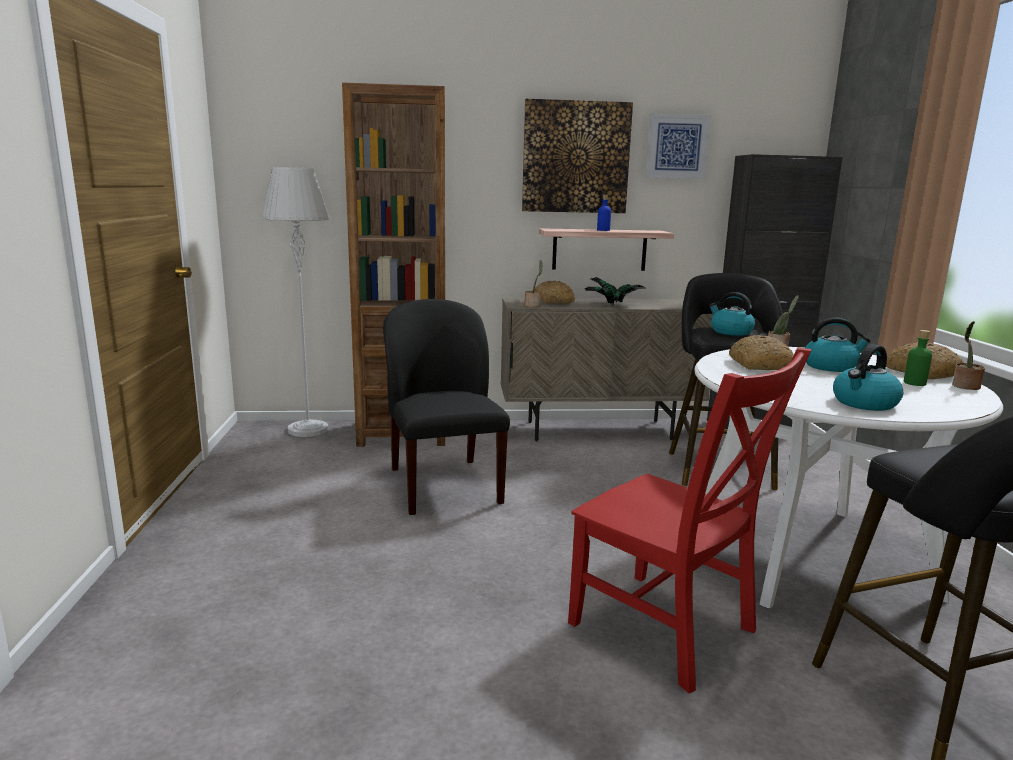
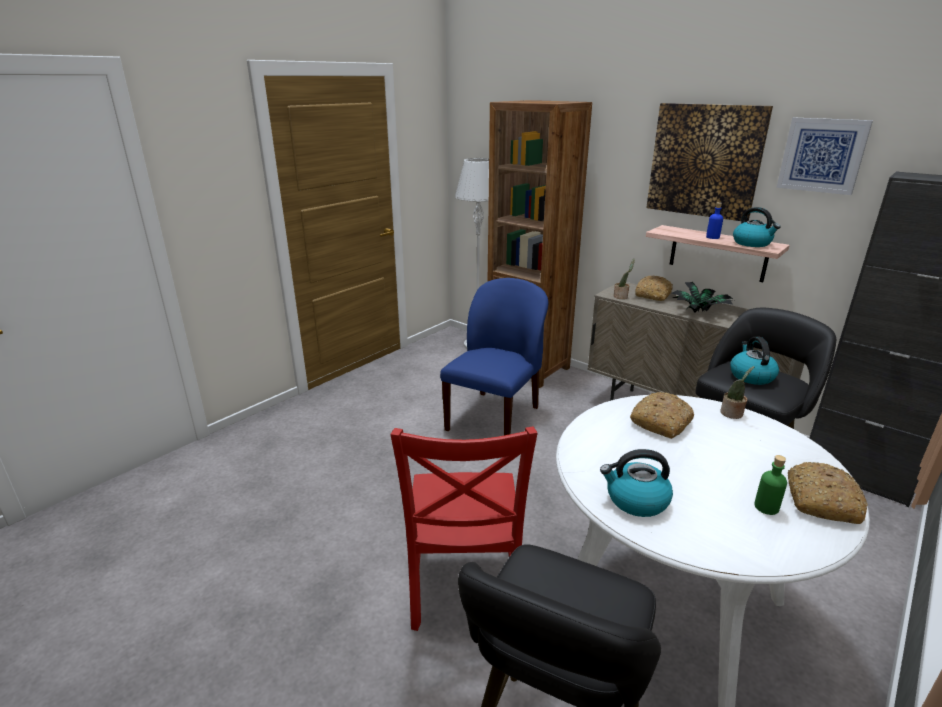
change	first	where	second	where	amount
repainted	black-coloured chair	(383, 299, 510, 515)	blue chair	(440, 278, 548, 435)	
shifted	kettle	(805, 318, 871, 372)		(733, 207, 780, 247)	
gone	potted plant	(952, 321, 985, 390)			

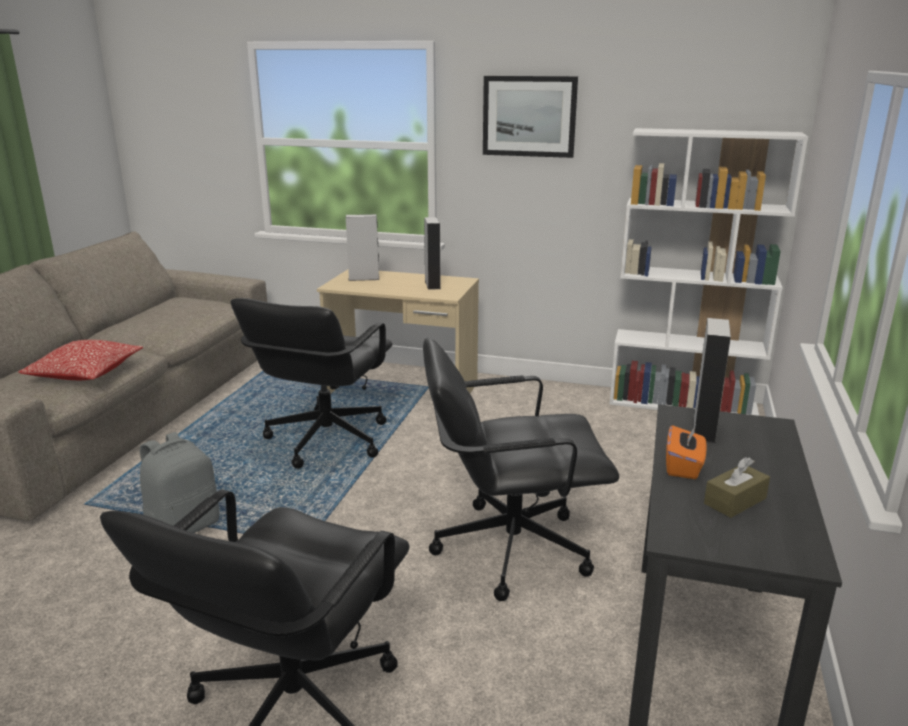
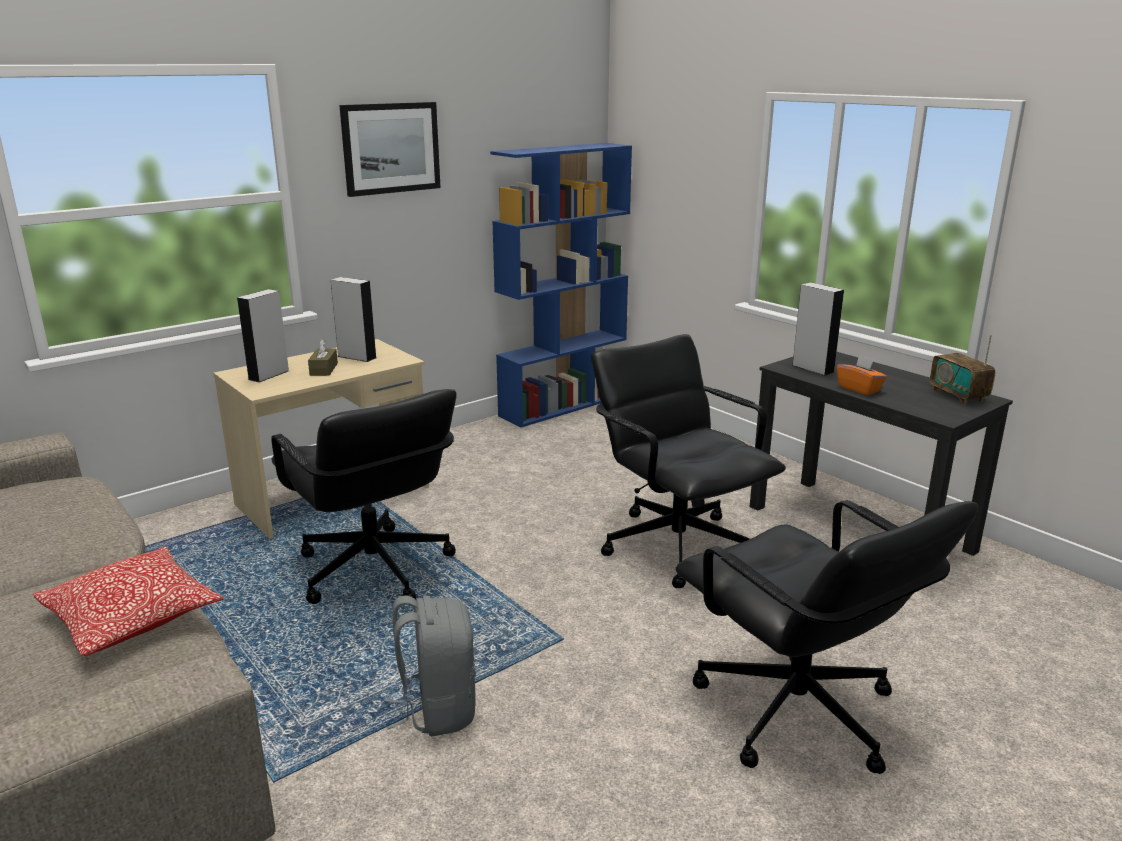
change	first	where	second	where	amount
rotated	black-coloured office chair	(423, 338, 619, 601)		(591, 334, 786, 588)	120 degrees clockwise
repainted	white-coloured shelving unit	(610, 128, 808, 416)	blue shelving unit	(490, 143, 632, 427)	
shifted	brownish box of tissues	(704, 457, 770, 518)		(308, 339, 338, 376)	
new			radio receiver	(930, 335, 995, 405)	

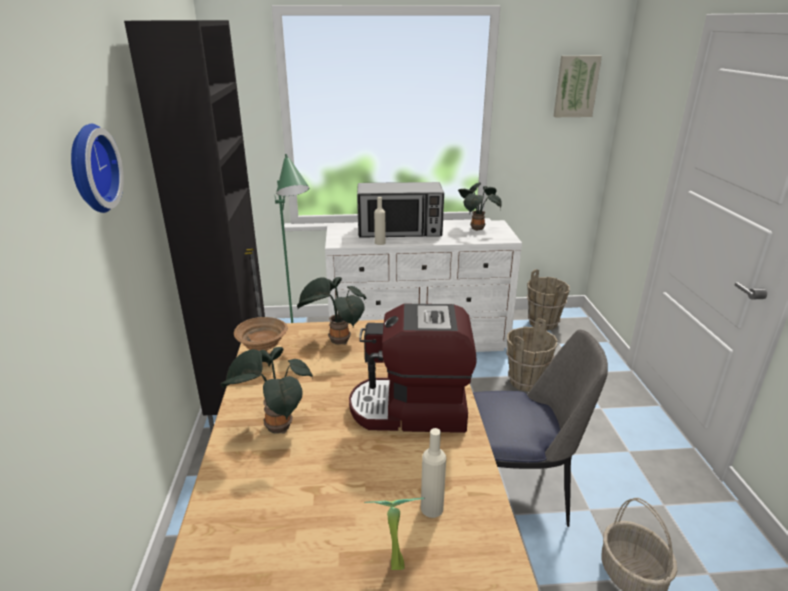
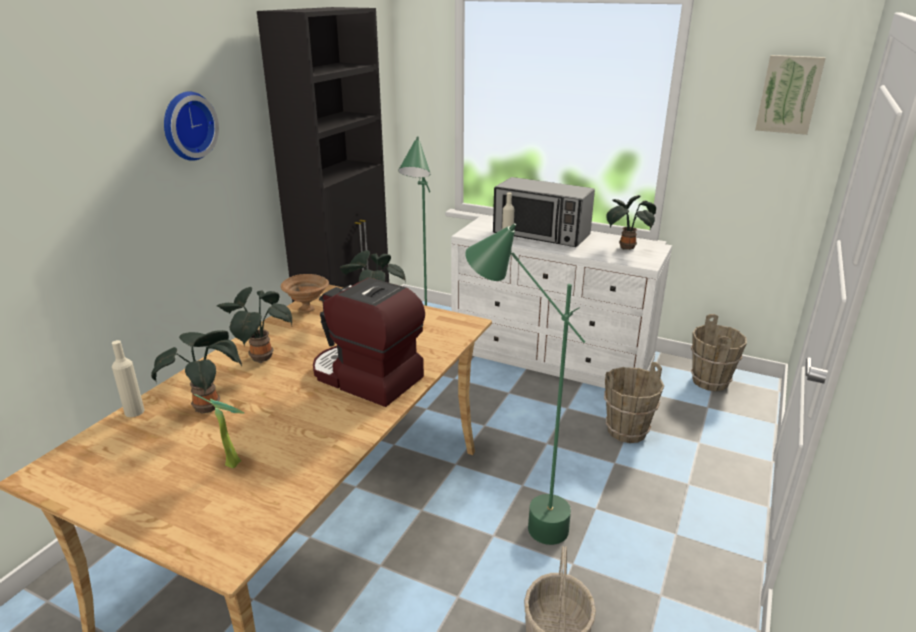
change	first	where	second	where	amount
shifted	beige bottle	(421, 428, 446, 518)		(112, 340, 145, 417)	
swapped	chair	(473, 330, 608, 527)	green standard lamp	(465, 223, 585, 545)	
new			potted plant	(151, 330, 242, 414)	

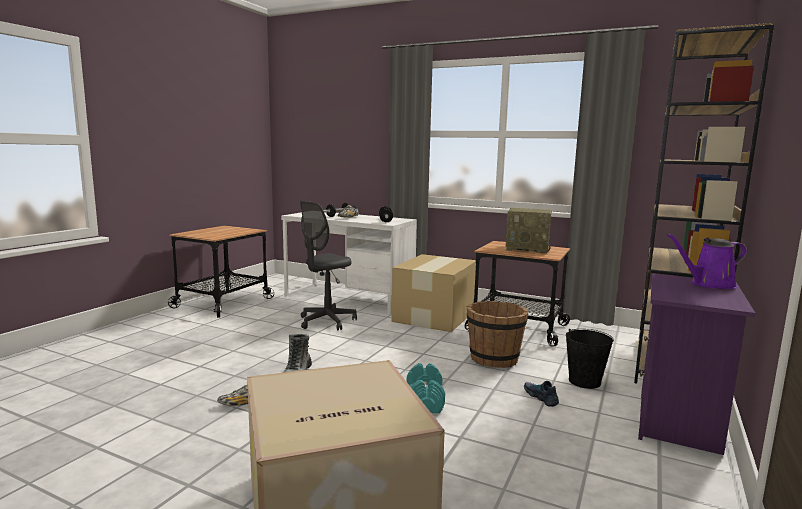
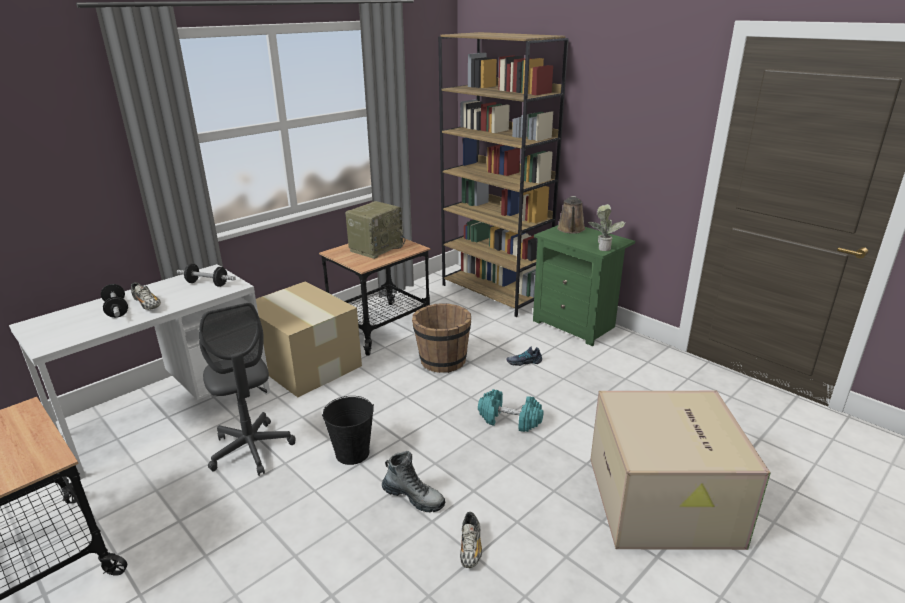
change	first	where	second	where	amount
shifted	black-coloured water bucket	(566, 329, 614, 389)		(322, 396, 374, 465)	
repainted	purple-coloured night table	(638, 273, 756, 455)	green night table	(533, 225, 635, 346)	
repainted	purple-coloured sprinkling can	(667, 234, 747, 289)	brownish sprinkling can	(557, 196, 585, 234)	
new			potted plant	(588, 204, 625, 251)	

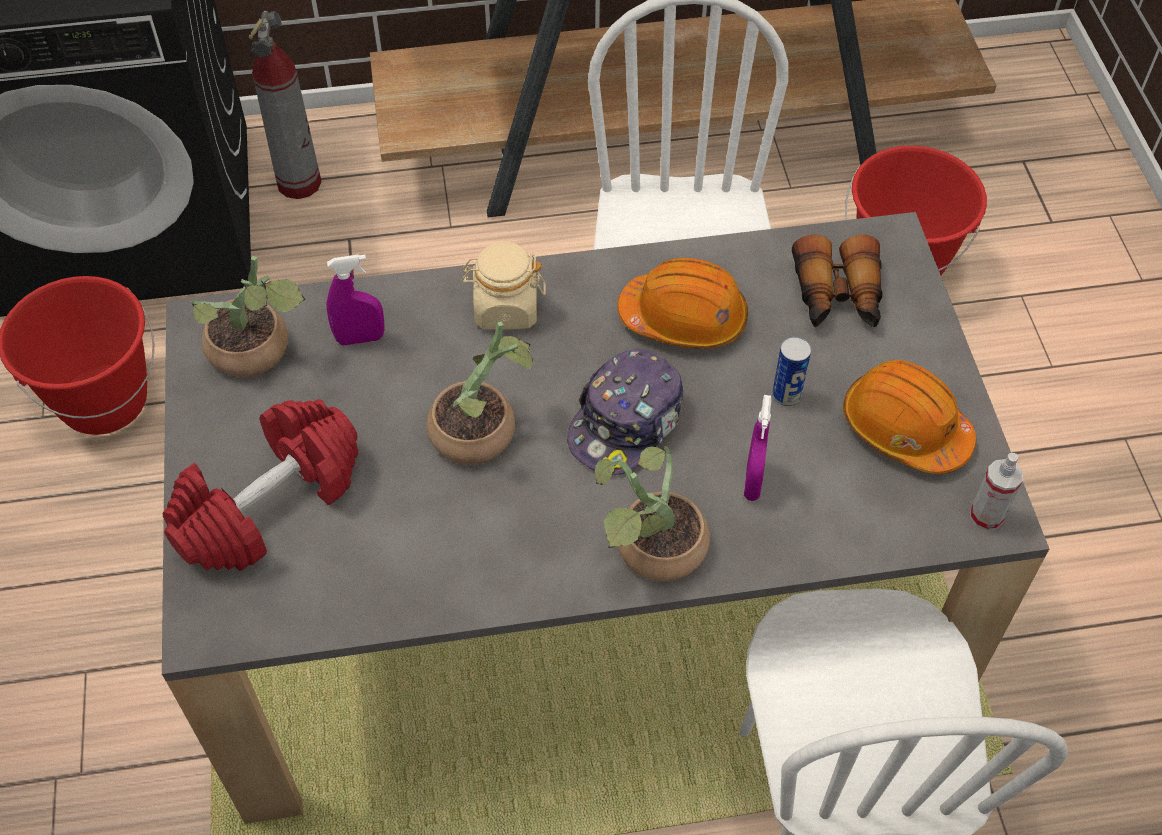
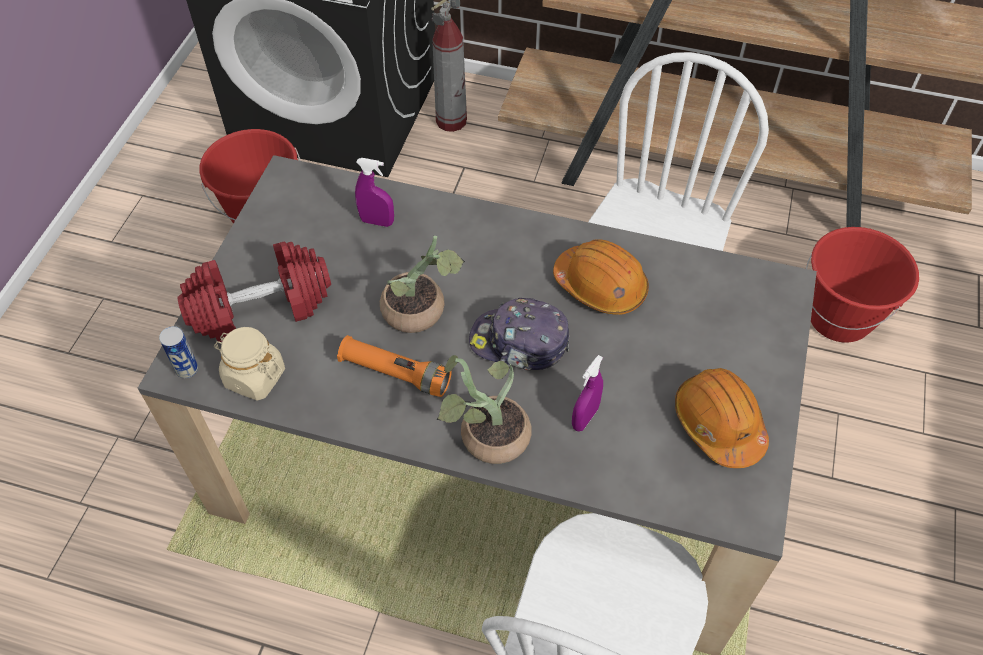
change	first	where	second	where	amount
gone	potted plant	(191, 256, 306, 377)			
shifted	beige jar	(462, 242, 546, 330)		(214, 327, 285, 401)	
rotated	cap	(567, 349, 683, 475)		(469, 297, 570, 370)	45 degrees clockwise
shifted	metal can	(772, 337, 811, 406)		(159, 326, 198, 378)	
gone	pair of binoculars	(792, 235, 883, 327)			
gone	sprayer	(970, 453, 1023, 531)			
new			orangey hand torch	(337, 335, 452, 397)	

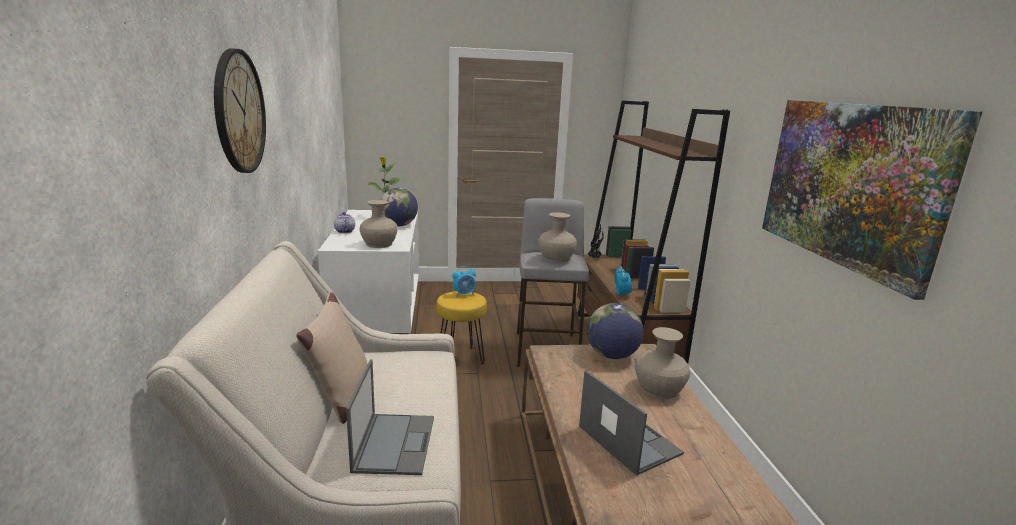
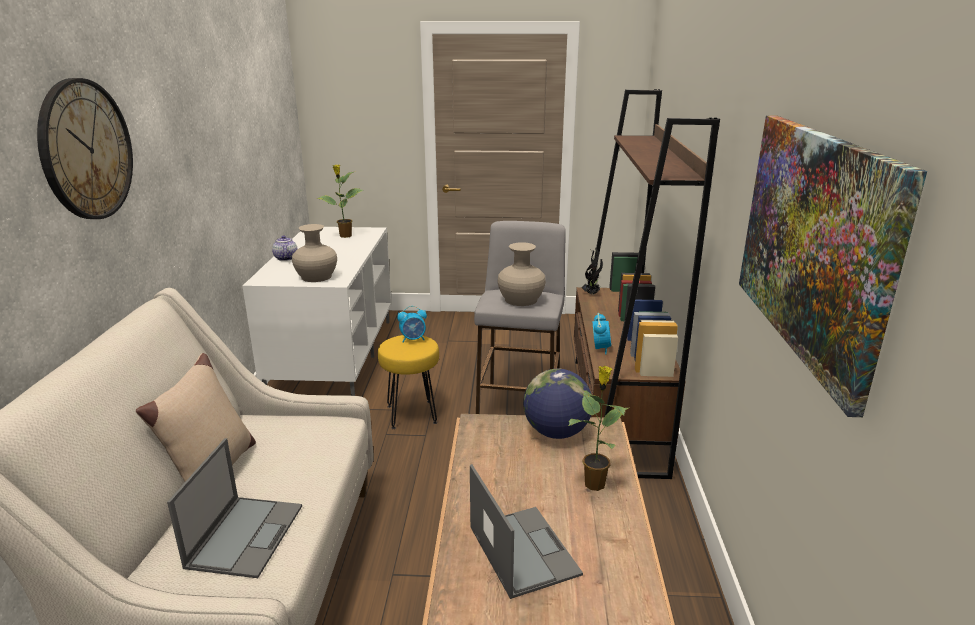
change	first	where	second	where	amount
gone	desk globe	(380, 188, 418, 226)			
swapped	beige flower vase	(635, 327, 690, 399)	potted plant	(568, 366, 630, 491)	

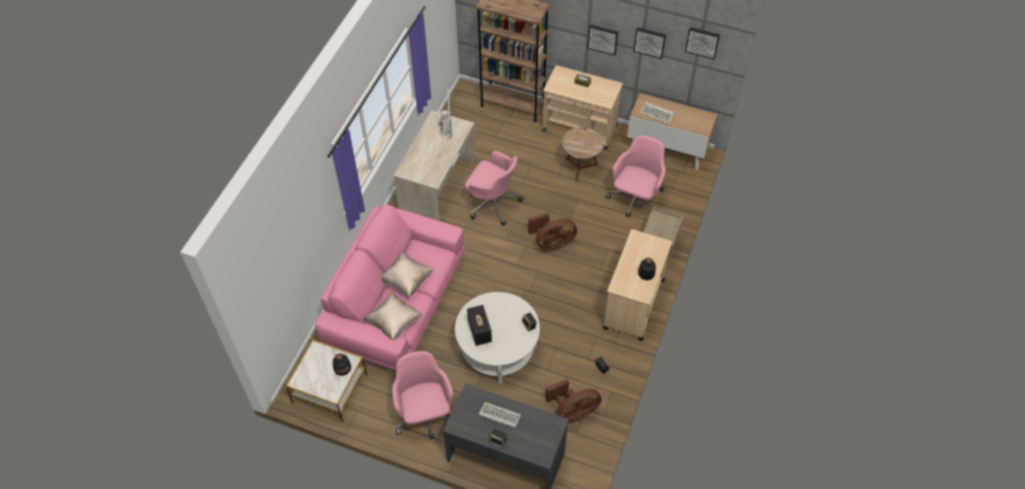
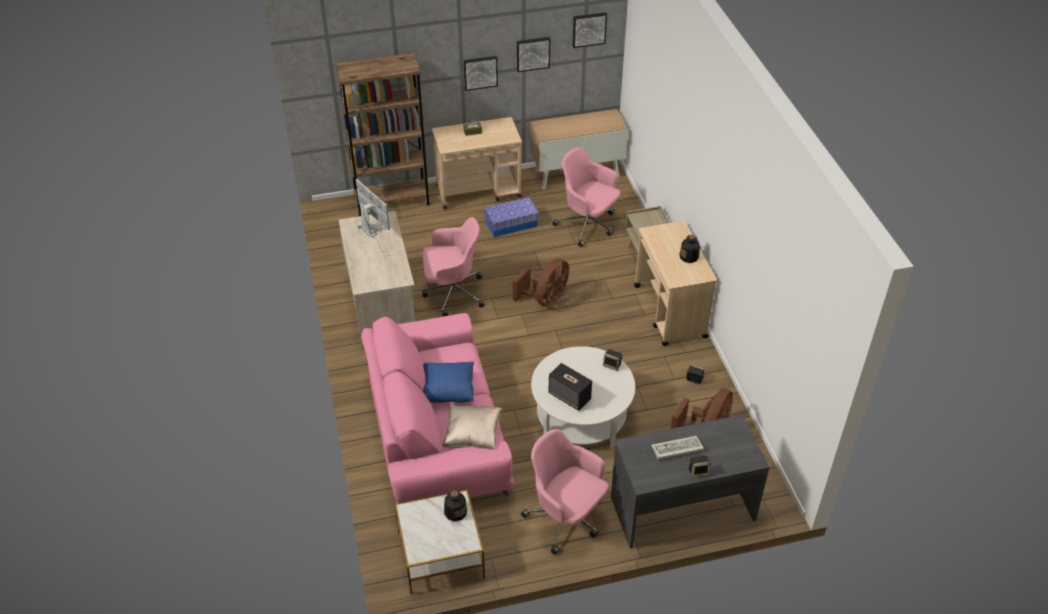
change	first	where	second	where	amount
repainted	beige cushion	(381, 252, 434, 298)	blue cushion	(423, 362, 474, 403)	
swapped	brownish end table	(562, 127, 603, 182)	storage container	(484, 197, 539, 237)	
rotated	pink office chair	(606, 136, 666, 217)		(552, 147, 621, 247)	45 degrees counterclockwise
gone	PC keyboard	(640, 102, 674, 124)			

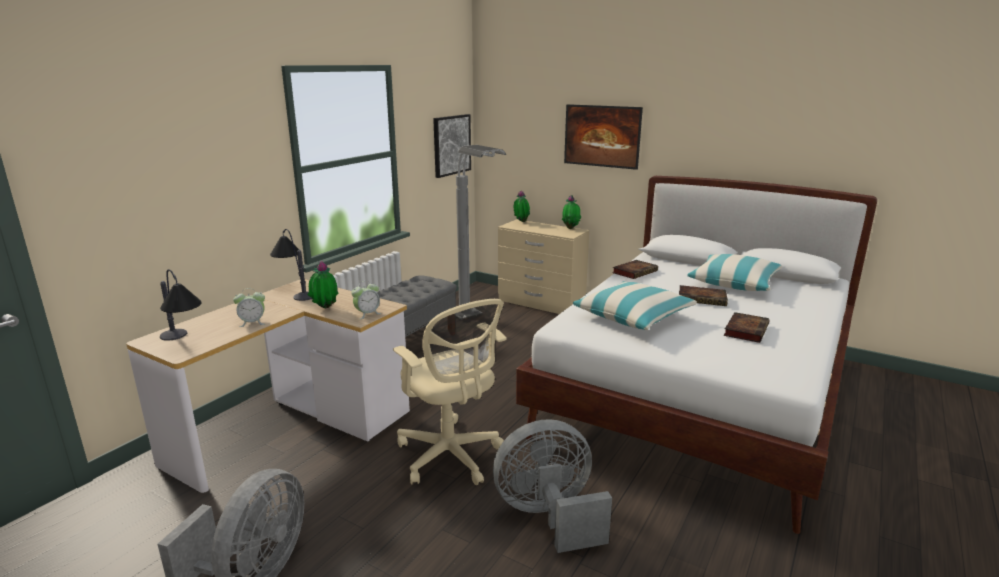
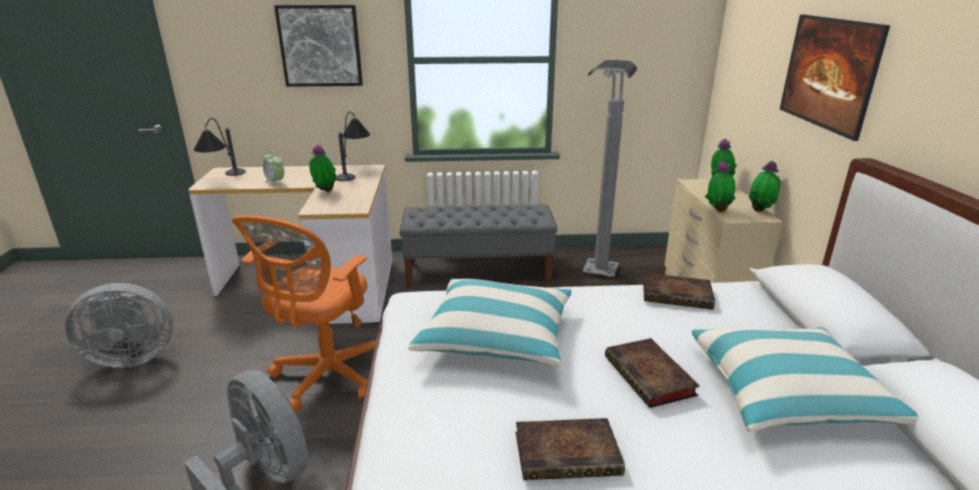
change	first	where	second	where	amount
gone	bedside clock	(351, 281, 381, 319)			
repainted	beige office chair	(393, 299, 507, 485)	orangey office chair	(232, 215, 376, 413)	
shifted	wall art	(433, 114, 471, 178)		(274, 5, 363, 87)	
new			potted plant	(705, 161, 735, 212)	

